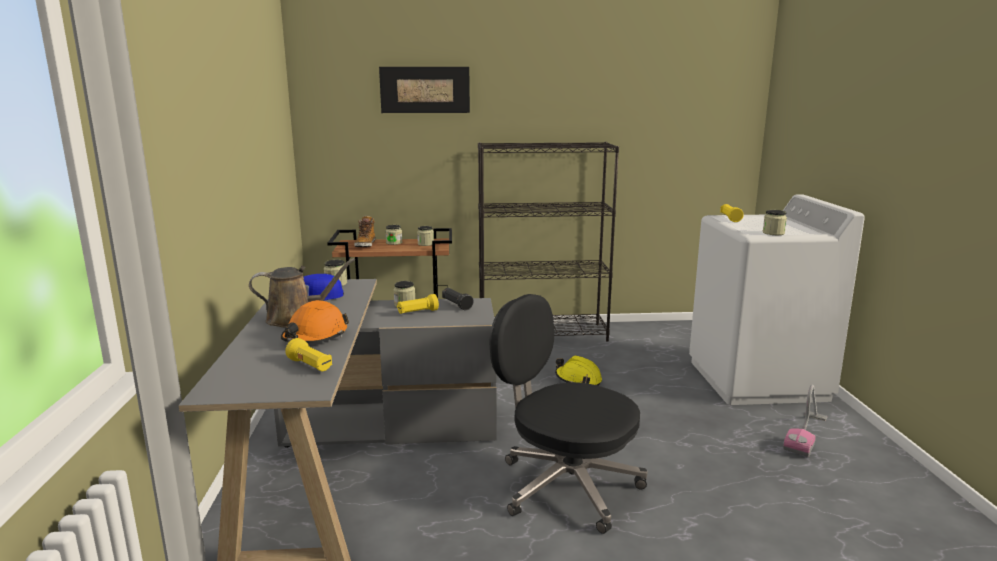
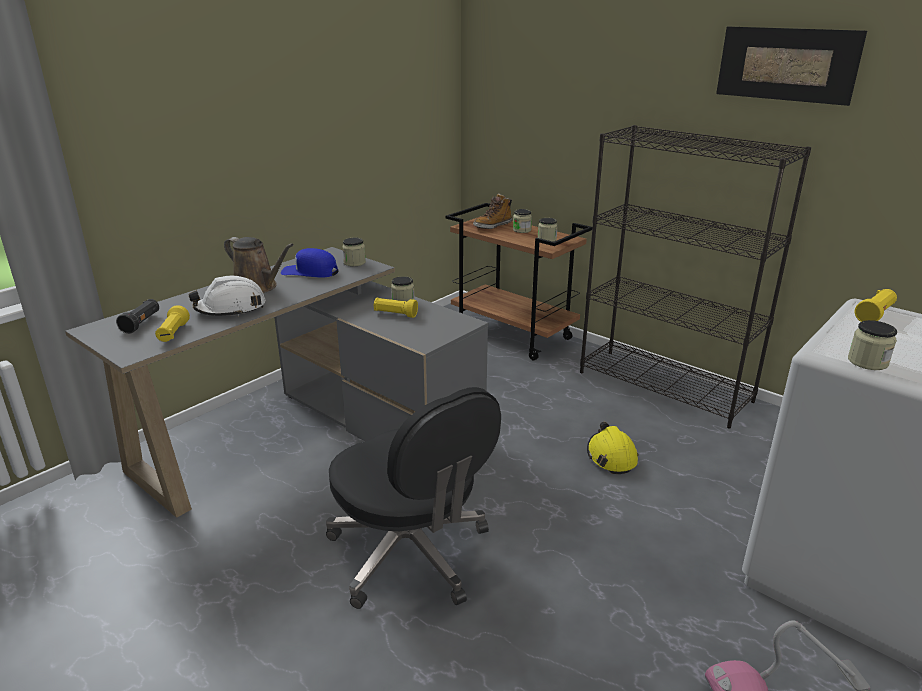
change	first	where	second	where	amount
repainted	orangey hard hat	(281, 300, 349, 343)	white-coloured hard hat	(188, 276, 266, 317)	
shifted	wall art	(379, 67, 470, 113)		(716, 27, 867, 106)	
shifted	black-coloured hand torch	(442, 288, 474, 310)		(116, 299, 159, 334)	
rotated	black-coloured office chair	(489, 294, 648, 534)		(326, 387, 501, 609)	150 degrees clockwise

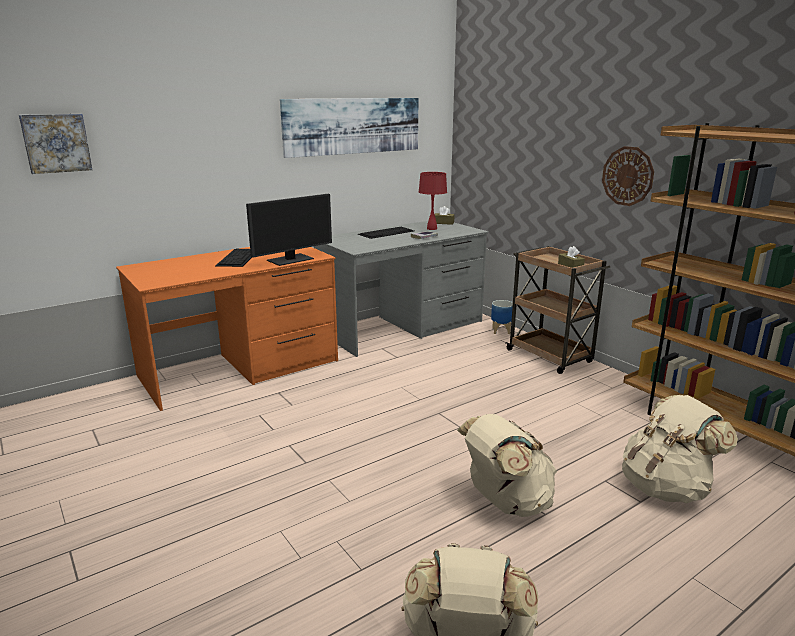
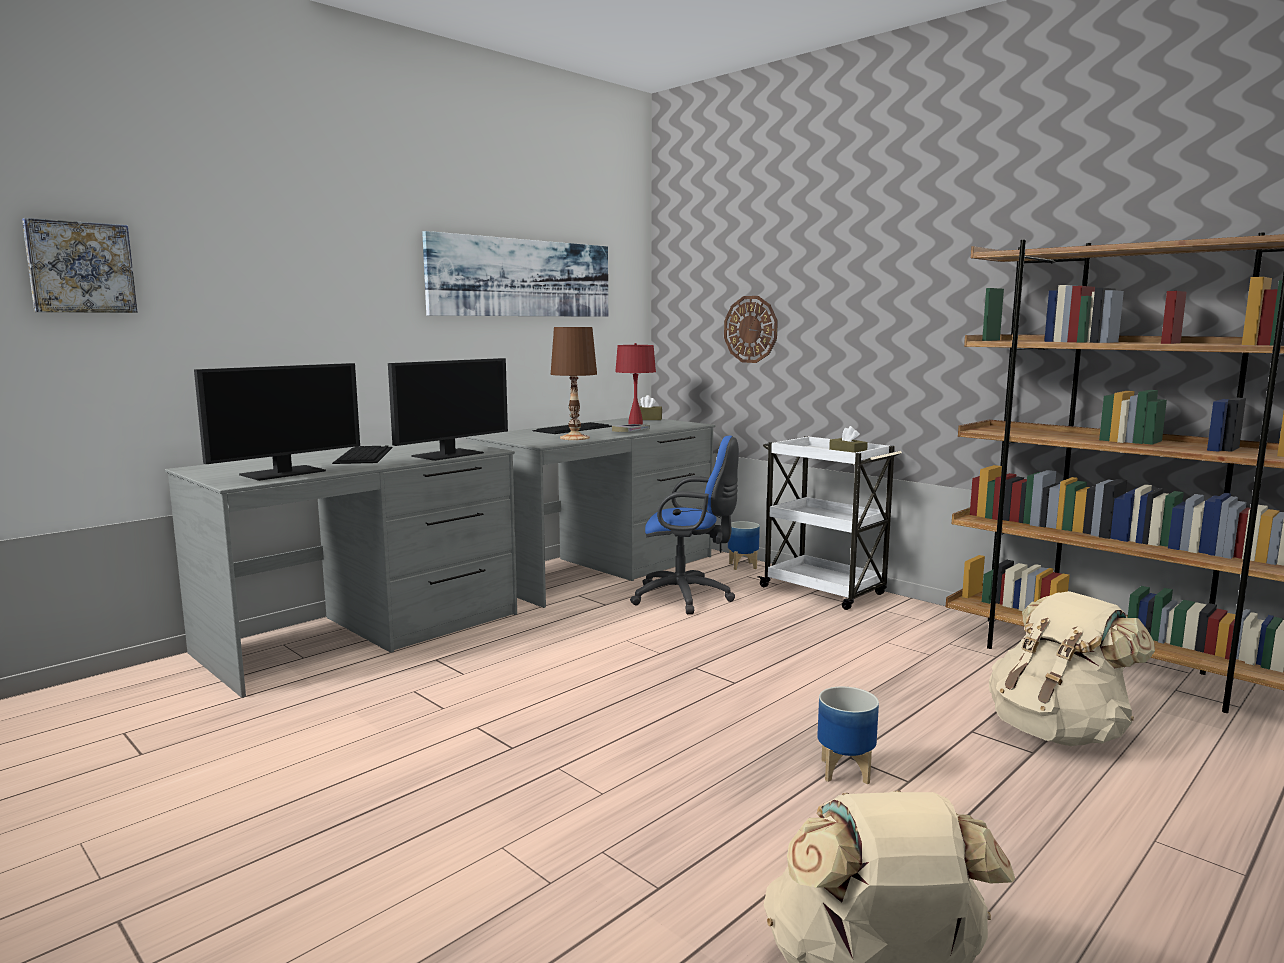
change	first	where	second	where	amount
repainted	orangey desk table	(116, 247, 338, 411)	grey desk table	(165, 440, 517, 698)	
swapped	beige knapsack	(457, 414, 557, 517)	plant pot	(817, 686, 879, 784)	
repainted	brownish cart	(506, 246, 610, 374)	white-coloured cart	(757, 436, 902, 610)	
shifted	wall clock	(602, 146, 654, 206)		(724, 296, 778, 363)	
new			monitor	(194, 363, 360, 481)	
new			brownish tabletop lamp	(551, 327, 597, 440)	
new			blue office chair	(630, 436, 739, 614)	

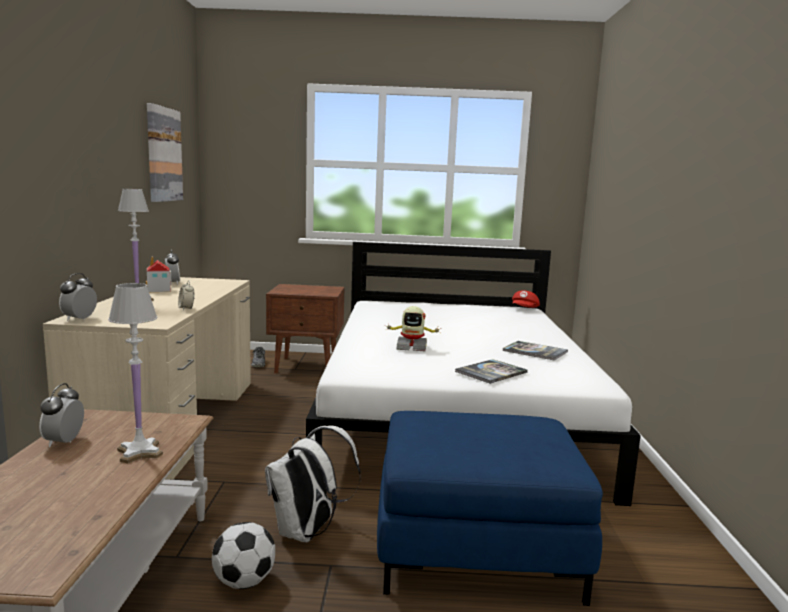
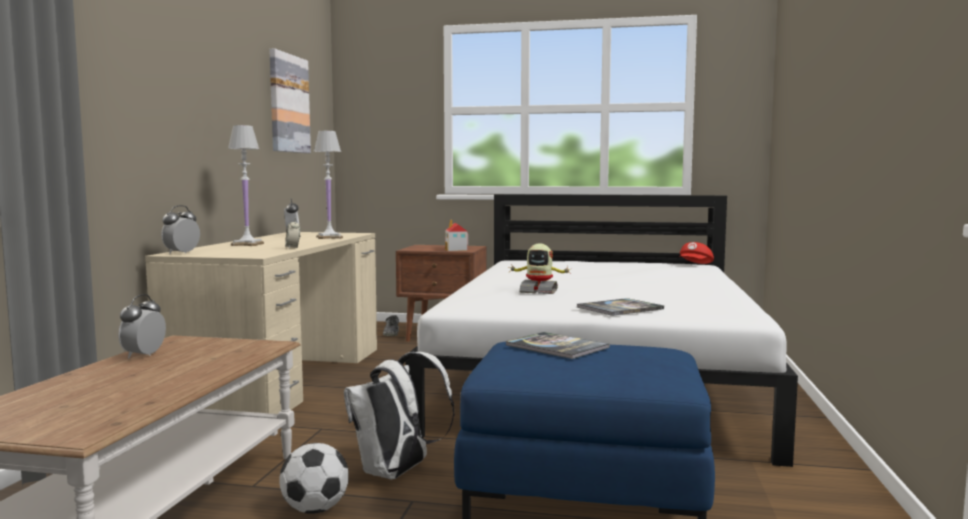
change	first	where	second	where	amount
shifted	white-coloured tabletop lamp	(108, 283, 163, 463)		(314, 131, 343, 239)	
shifted	miniature house	(146, 257, 172, 292)		(445, 219, 468, 251)	
shifted	book	(503, 341, 568, 360)		(506, 332, 610, 359)	

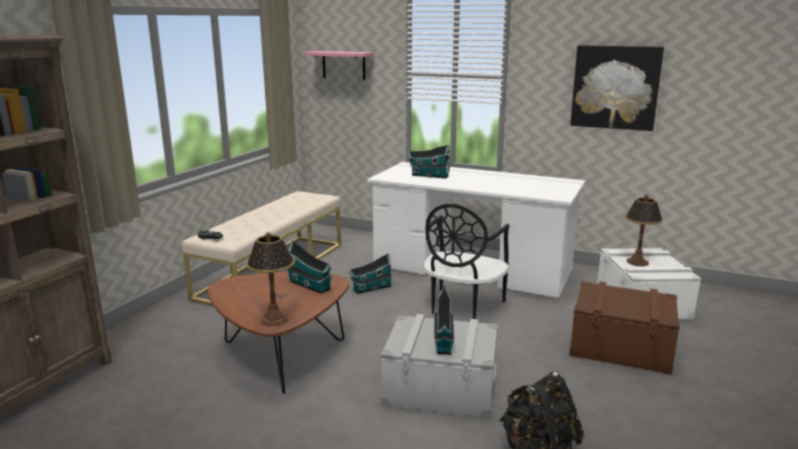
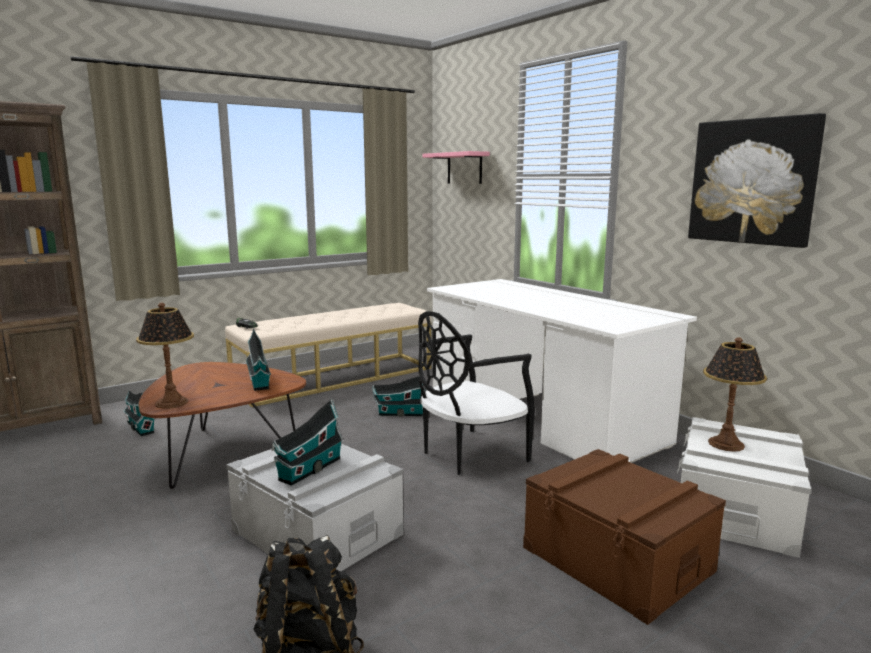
change	first	where	second	where	amount
shifted	miniature house	(408, 145, 450, 179)		(123, 390, 156, 436)	

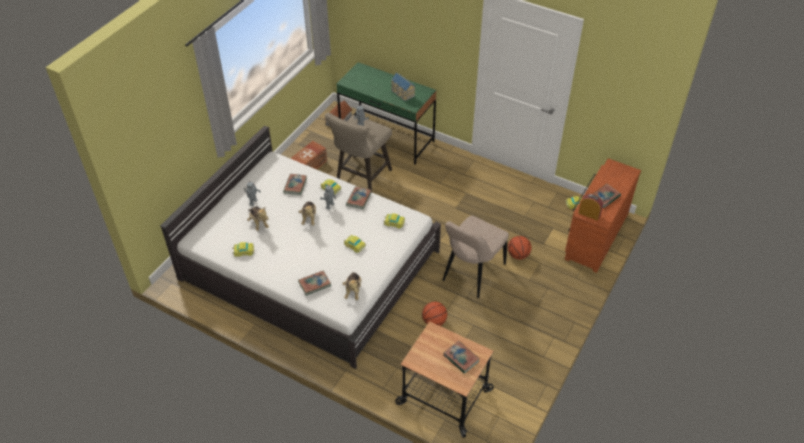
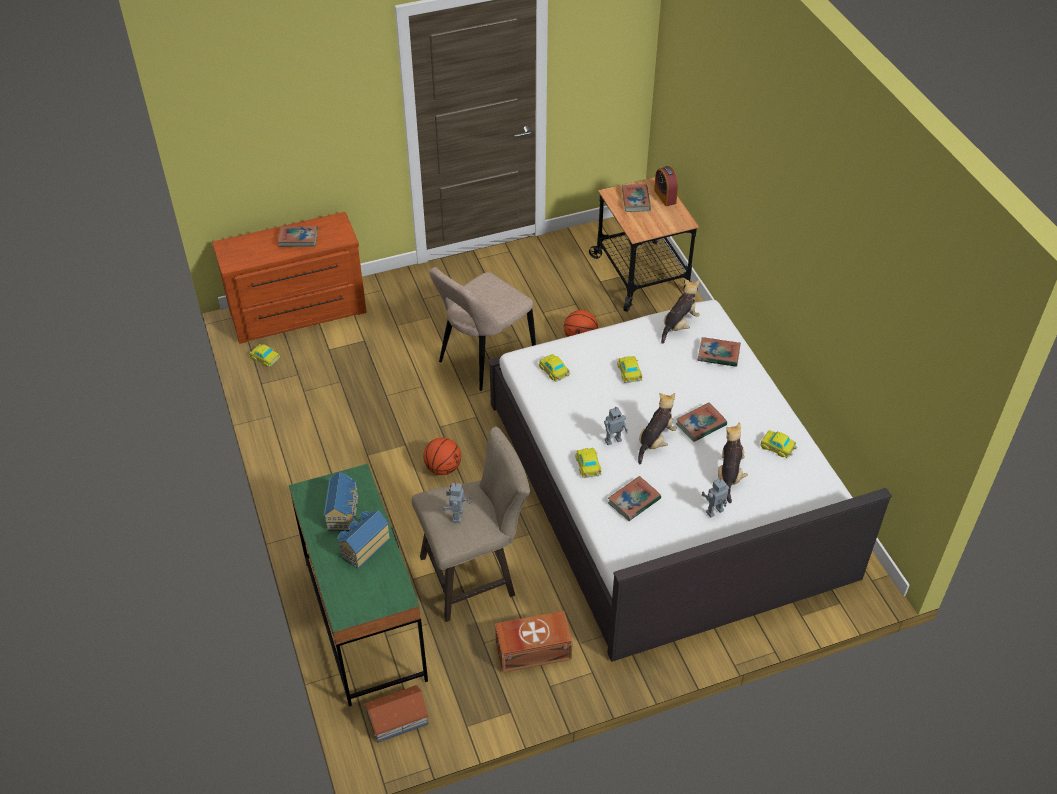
change	first	where	second	where	amount
shifted	book	(346, 186, 372, 209)		(676, 403, 727, 442)	
rotated	beige chair	(443, 215, 509, 298)		(429, 267, 536, 391)	150 degrees clockwise
shifted	basketball ball	(508, 236, 531, 260)		(423, 438, 461, 475)	
shifted	bedside clock	(578, 194, 603, 220)		(654, 166, 678, 206)	
new			miniature house	(337, 510, 391, 569)	

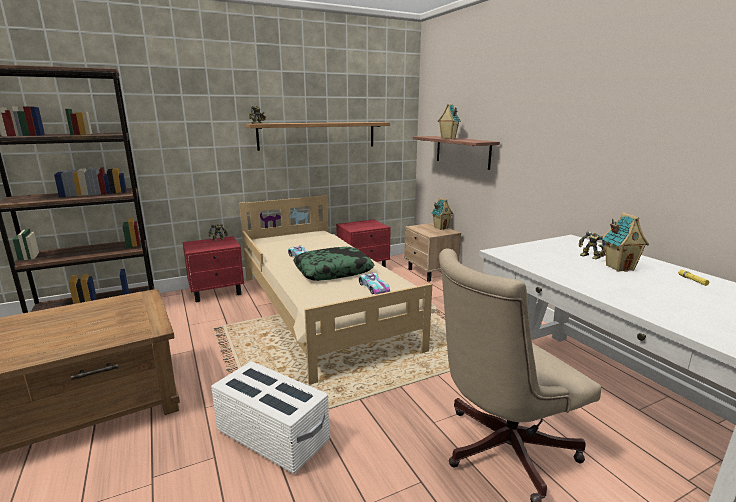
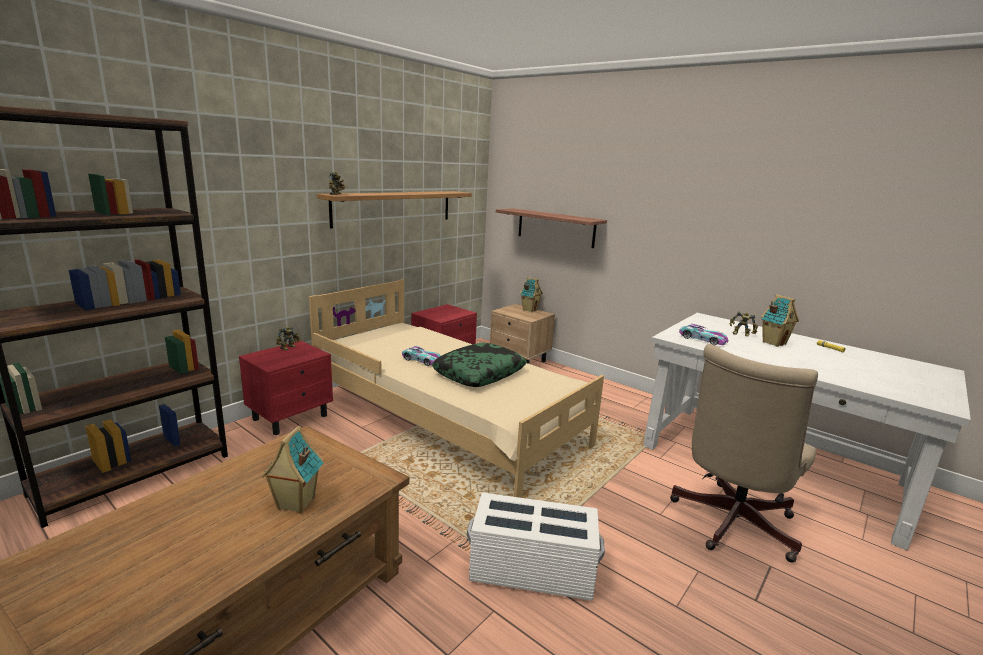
change	first	where	second	where	amount
shifted	toy car	(359, 272, 390, 294)		(679, 324, 728, 345)	
shifted	miniature house	(437, 104, 461, 139)		(262, 425, 324, 514)	

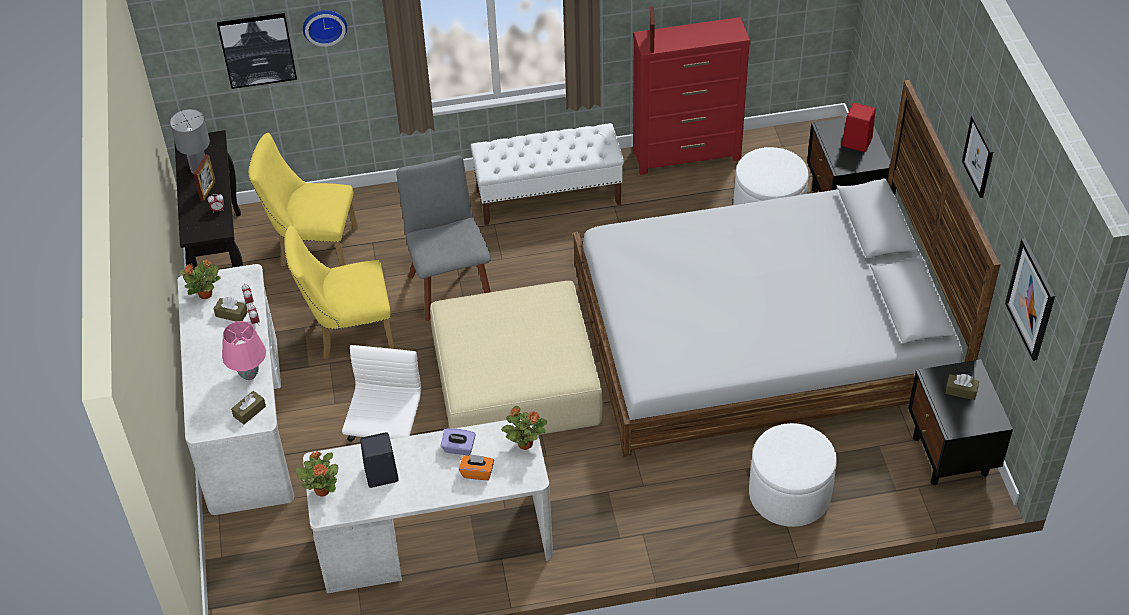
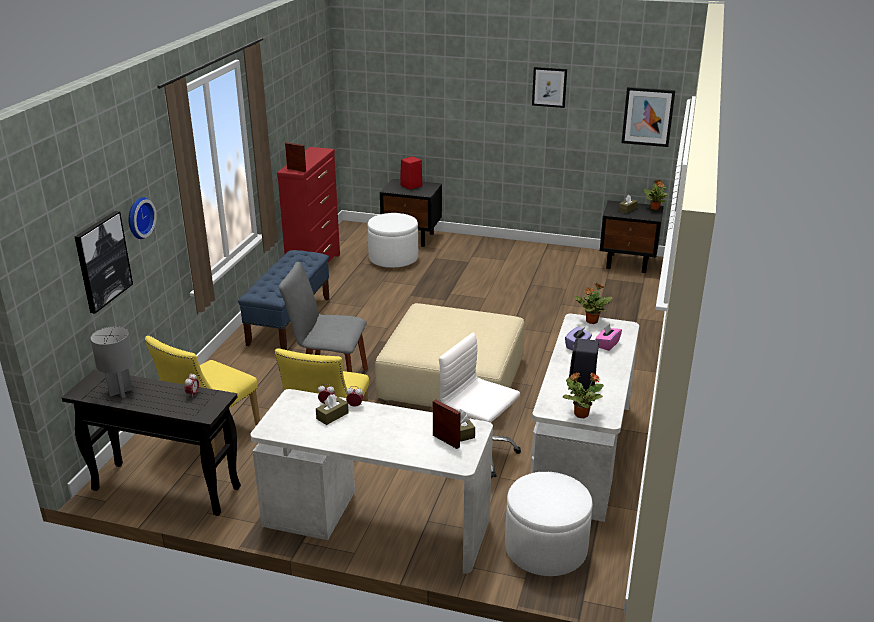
change	first	where	second	where	amount
shifted	potted plant	(179, 260, 221, 299)		(644, 180, 668, 210)	
shifted	standing frame	(193, 154, 216, 201)		(433, 399, 461, 449)	
gone	pink tabletop lamp	(222, 321, 266, 380)			
repainted	orangey box of tissues	(459, 454, 494, 480)	pink box of tissues	(595, 324, 622, 351)	
repainted	white-coloured indoor bench	(471, 123, 624, 225)	blue indoor bench	(238, 250, 329, 350)	
gone	sleeping bed	(573, 80, 1000, 457)			
shifted	white-coloured pouffe	(749, 423, 837, 527)		(505, 472, 593, 576)	

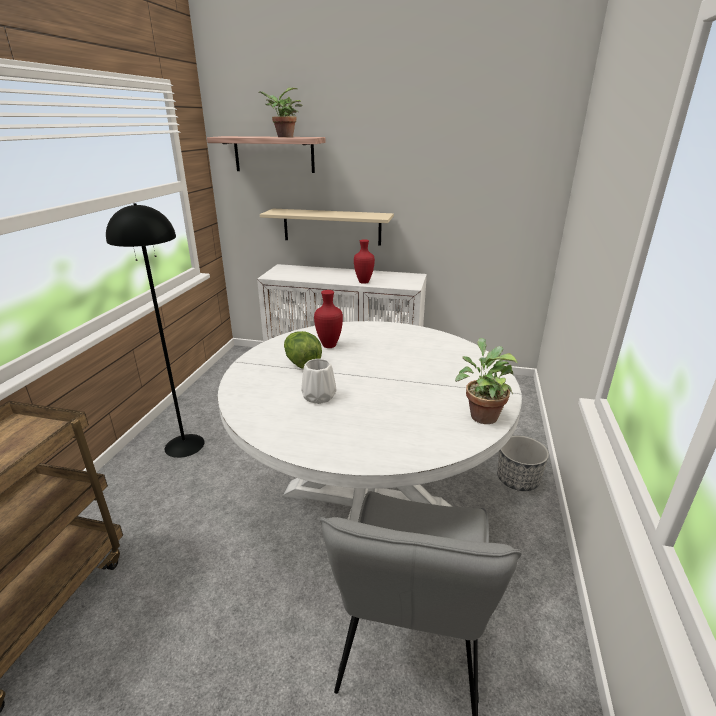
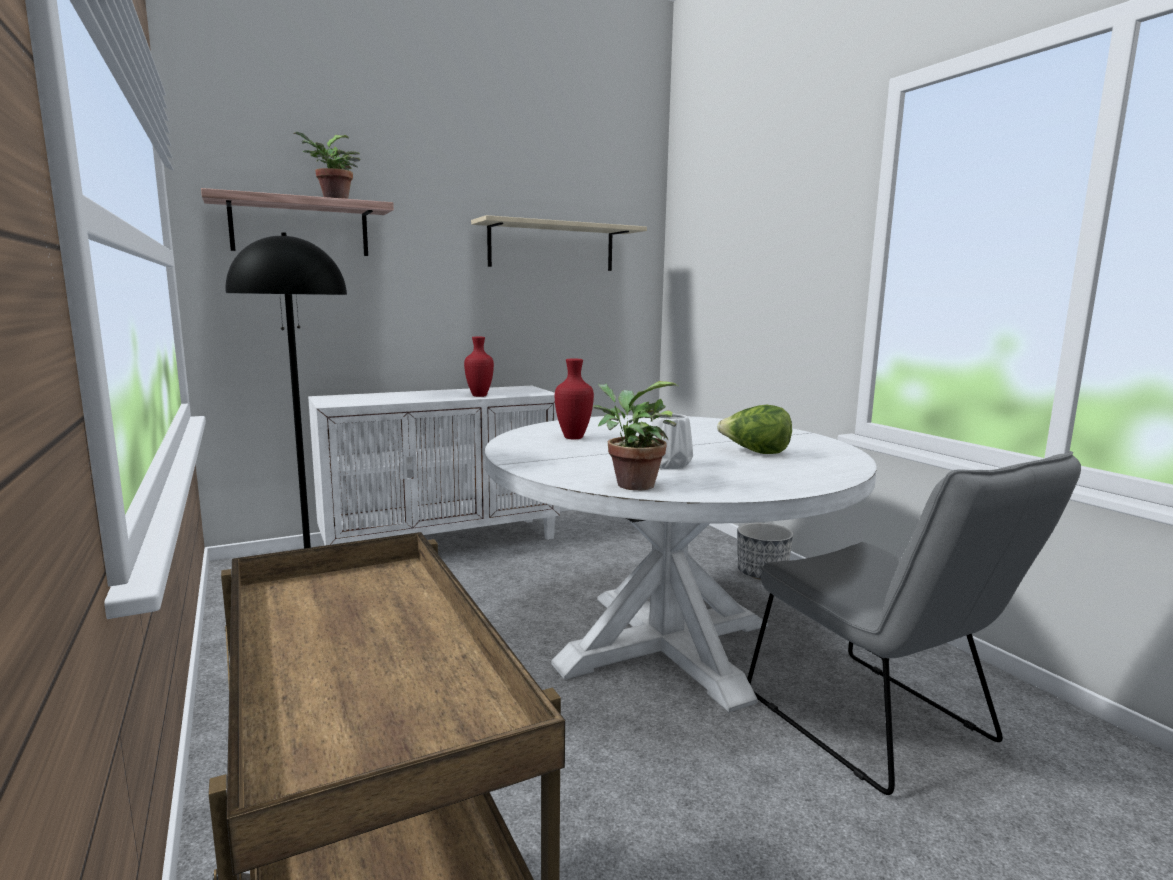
change	first	where	second	where	amount
shifted	beige wall shelf	(260, 209, 394, 246)		(471, 215, 647, 271)	
shifted	lettuce	(284, 331, 322, 369)		(717, 405, 792, 454)	
shifted	potted plant	(455, 338, 518, 424)		(593, 381, 678, 490)	

